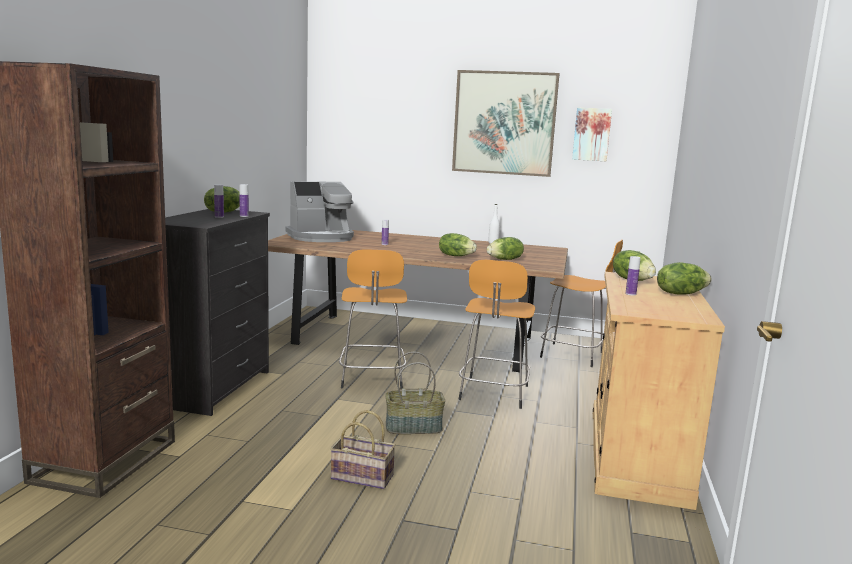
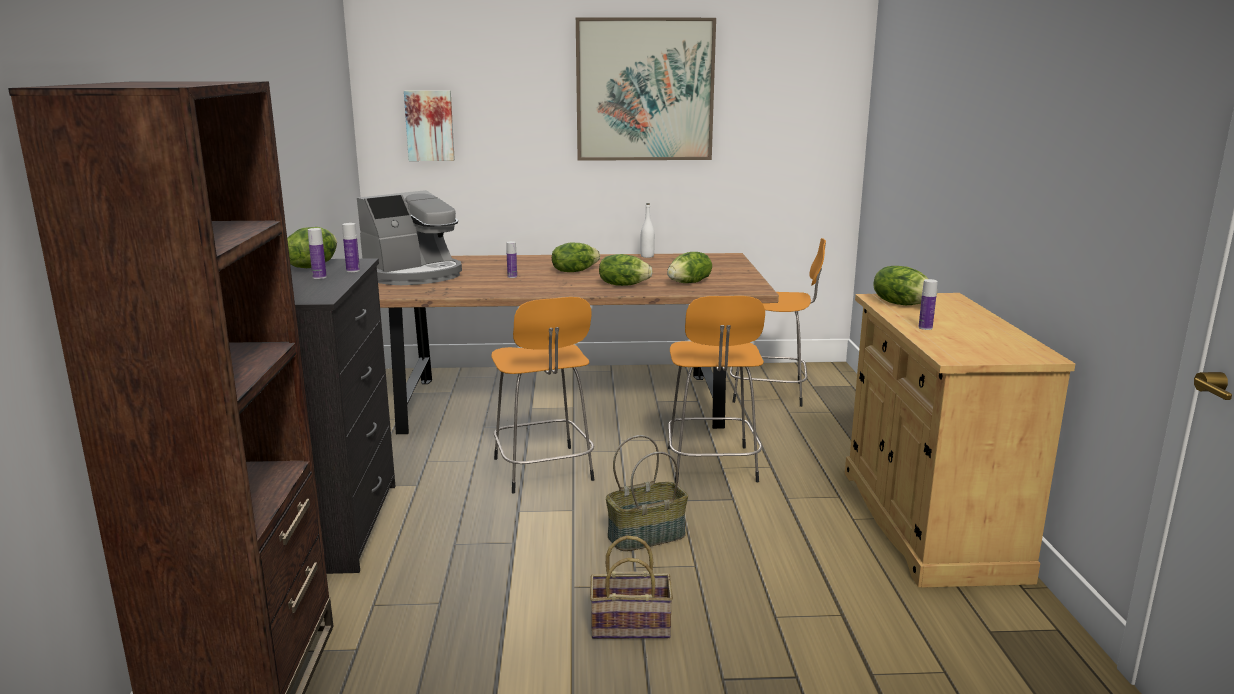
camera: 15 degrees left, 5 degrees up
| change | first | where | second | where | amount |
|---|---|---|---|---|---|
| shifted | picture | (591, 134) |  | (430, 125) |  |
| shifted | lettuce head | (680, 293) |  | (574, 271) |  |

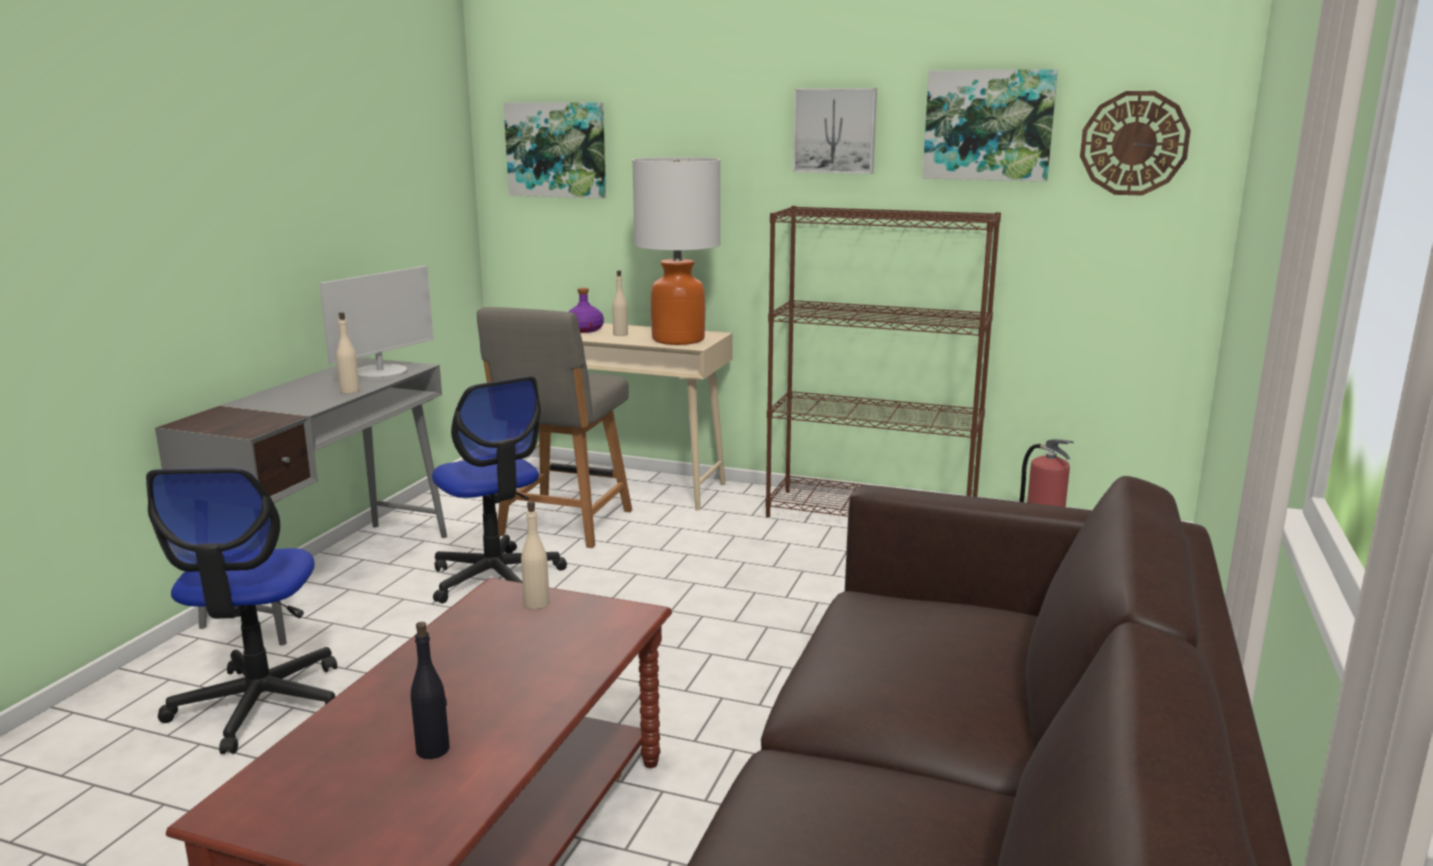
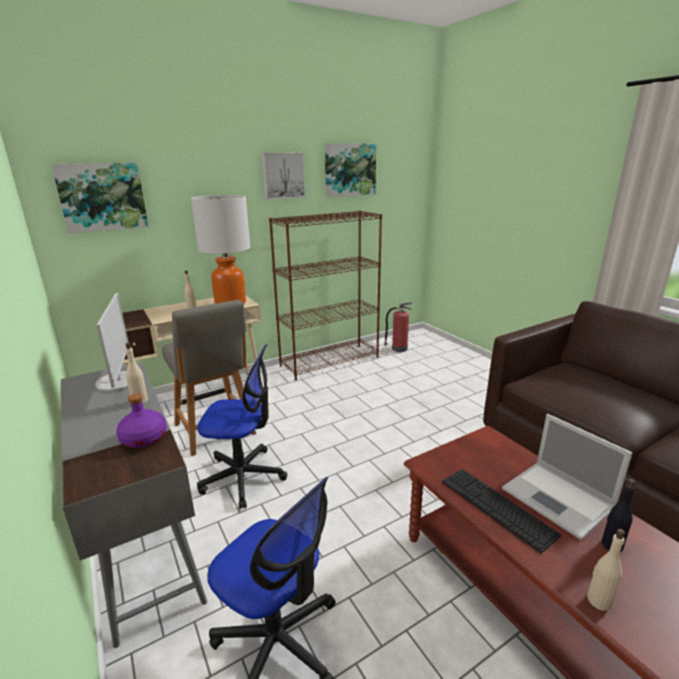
camera: 50 degrees left, 5 degrees up
| change | first | where | second | where | amount |
|---|---|---|---|---|---|
| gone | hanging clock | (1134, 143) |  |  |  |
| shifted | purplish beverage bottle | (584, 330) |  | (144, 438) |  |
| shifted | sand-coloured beverage bottle | (536, 603) |  | (598, 600) |  |
| new |  |  | notebook computer | (559, 499) |  |
| new |  |  | keyboard | (497, 507) |  |

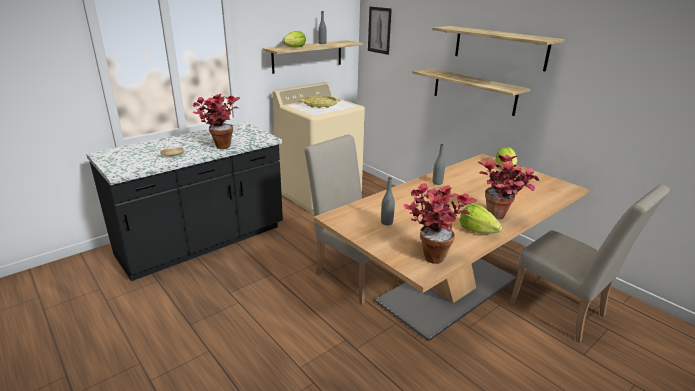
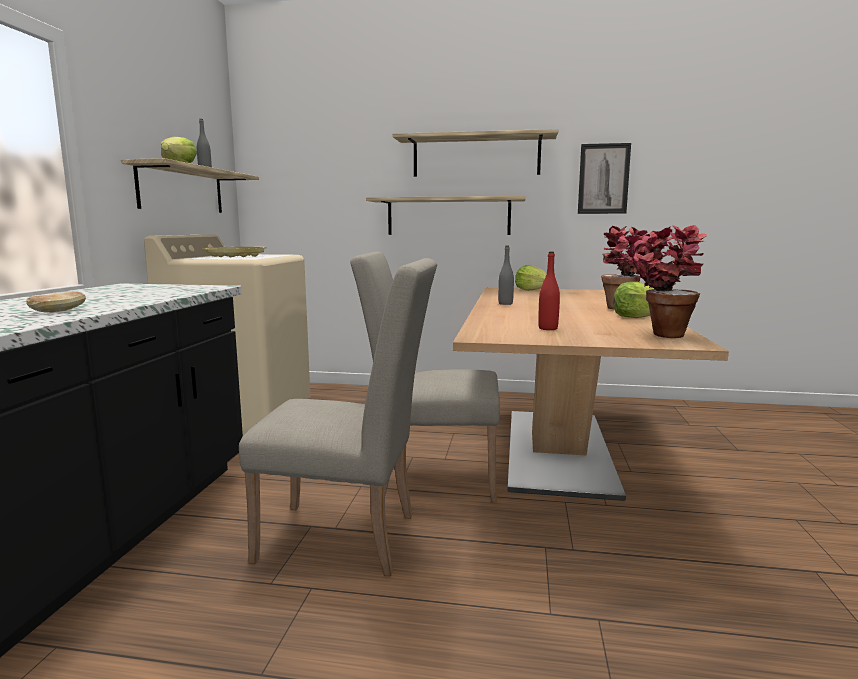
camera: 40 degrees left, 15 degrees down
| change | first | where | second | where | amount |
|---|---|---|---|---|---|
| shifted | picture | (379, 30) |  | (603, 179) |  |
| gone | plant in a pot | (219, 145) |  |  |  |
| repainted | gray beverage bottle | (386, 222) | red beverage bottle | (548, 328) |  |
| shifted | sand-coloured plain chair | (563, 313) |  | (350, 539) |  |

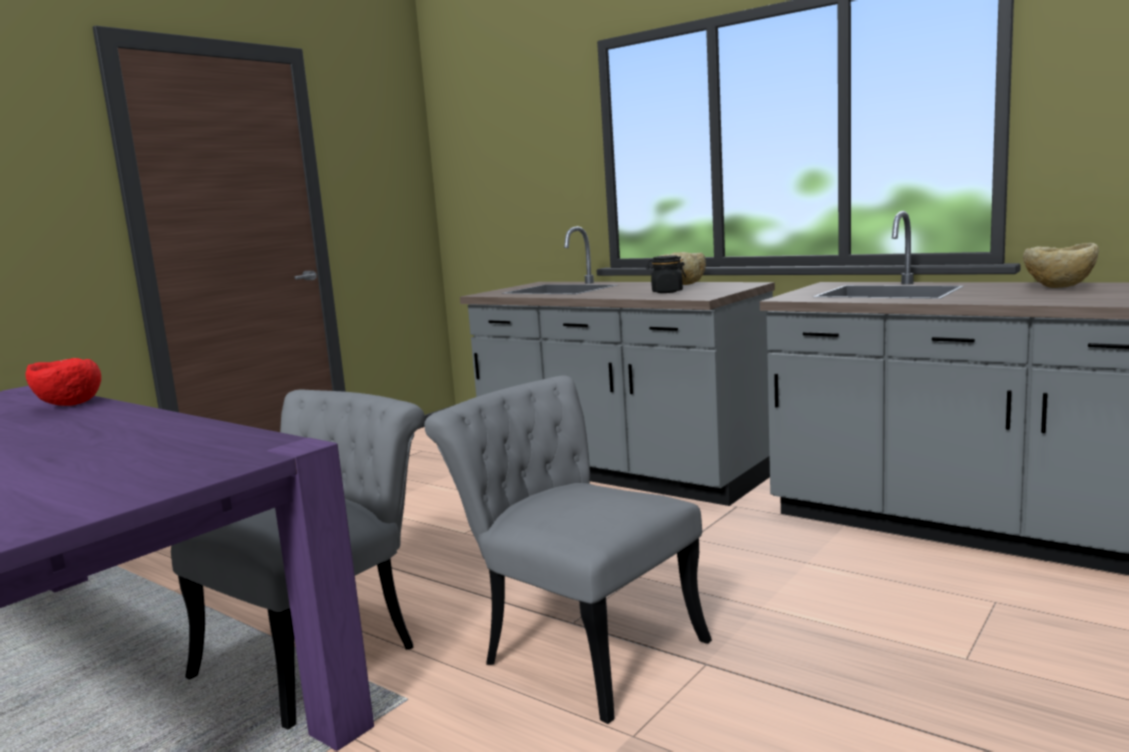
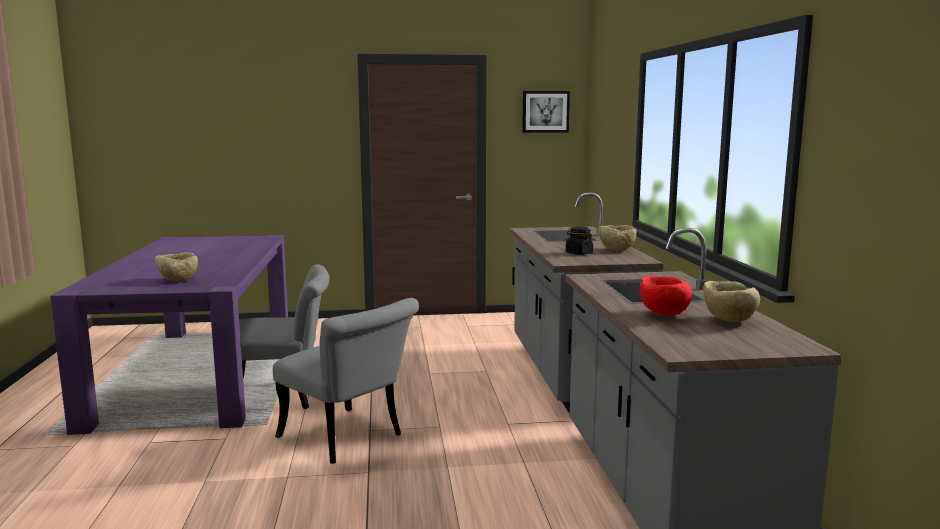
camera: 45 degrees right, 0 degrees up
| change | first | where | second | where | amount |
|---|---|---|---|---|---|
| shifted | red serving bowl | (68, 406) |  | (662, 314) |  |
| rotated | gray plain chair | (578, 647) |  | (348, 439) | 135 degrees clockwise |
| new |  |  | picture | (545, 111) |  |
| new |  |  | sand-coloured serving bowl | (178, 280) |  |

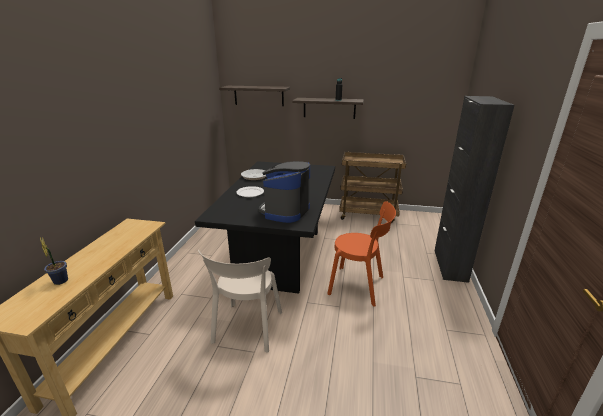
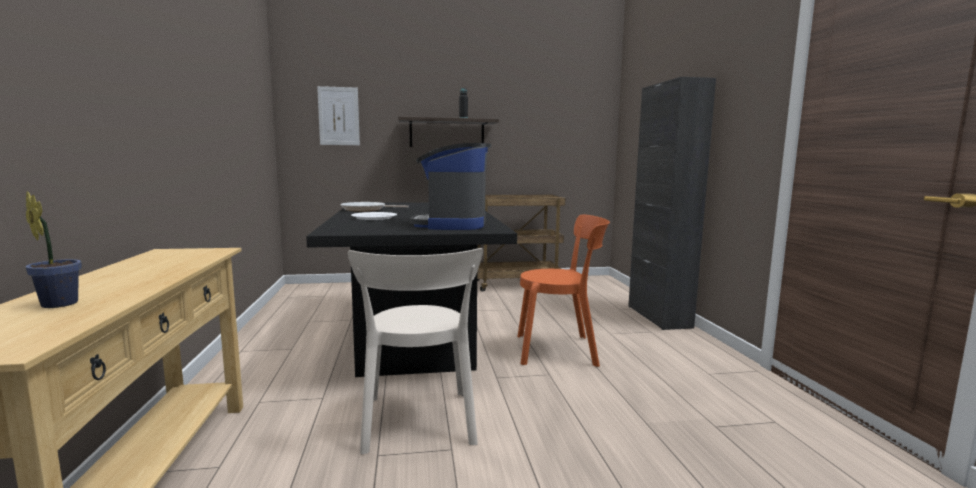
camera: 20 degrees left, 15 degrees down
| change | first | where | second | where | amount |
|---|---|---|---|---|---|
| swapped | shelf | (258, 95) | picture | (338, 116) |  |

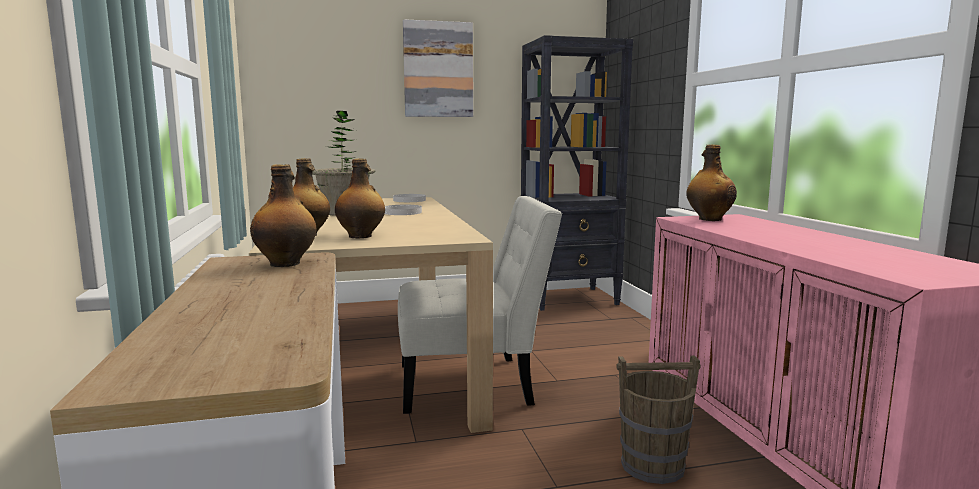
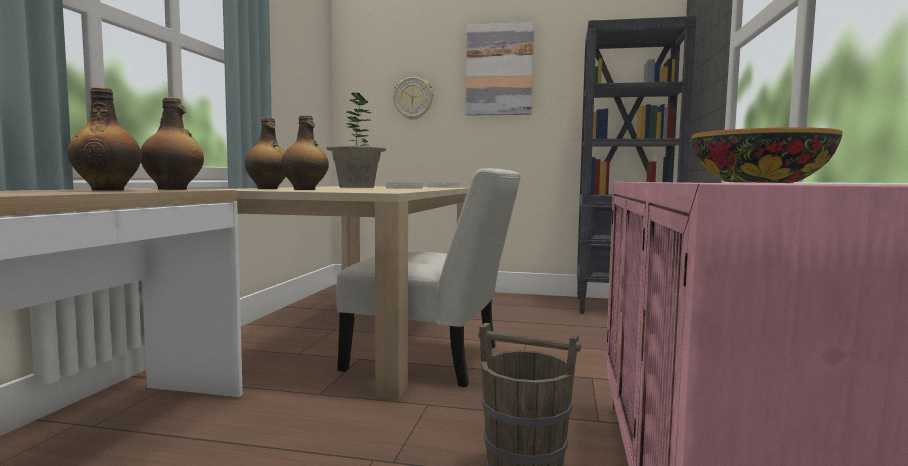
camera: 25 degrees right, 5 degrees down
| change | first | where | second | where | amount |
|---|---|---|---|---|---|
| shifted | beverage bottle | (709, 219) |  | (108, 190) |  |
| new |  |  | hanging clock | (413, 98) |  |
| new |  |  | serving bowl | (761, 182) |  |

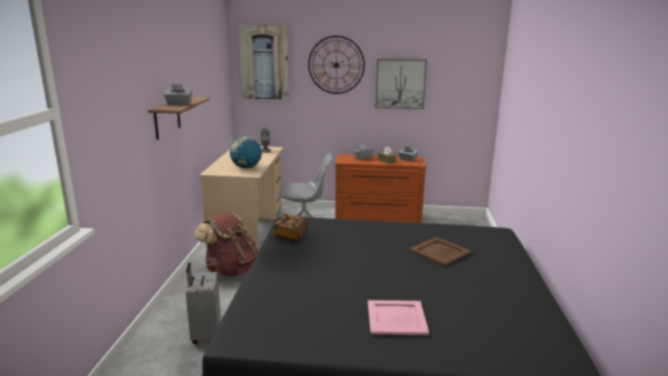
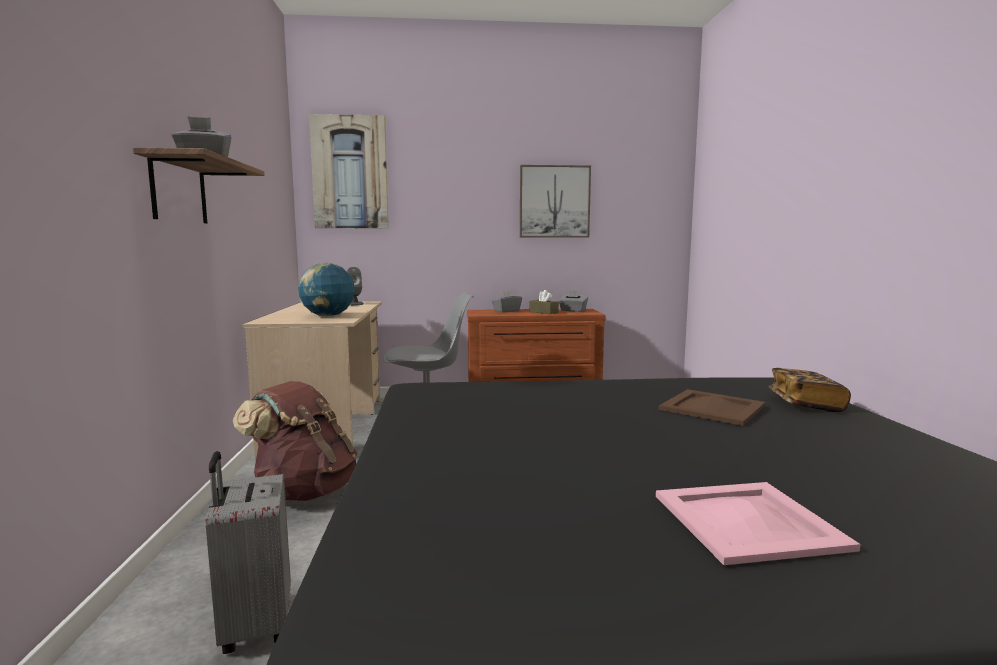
camera: 10 degrees left, 10 degrees down
| change | first | where | second | where | amount |
|---|---|---|---|---|---|
| gone | hanging clock | (336, 65) |  |  |  |
| shifted | book | (291, 235) |  | (805, 404) |  |

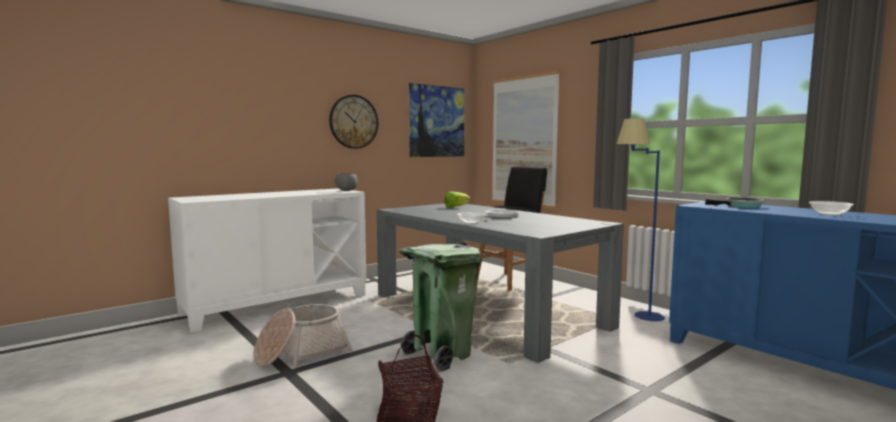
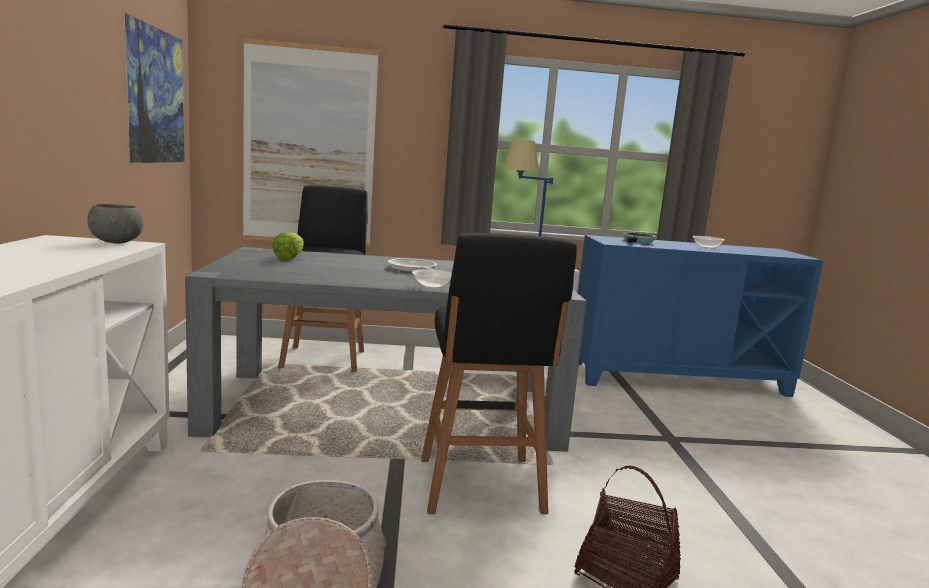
camera: 55 degrees left, 5 degrees up
| change | first | where | second | where | amount |
|---|---|---|---|---|---|
| gone | hanging clock | (353, 122) |  |  |  |
| swapped | greenish rubbish bin | (441, 355) | black-coloured stool | (481, 488) |  |

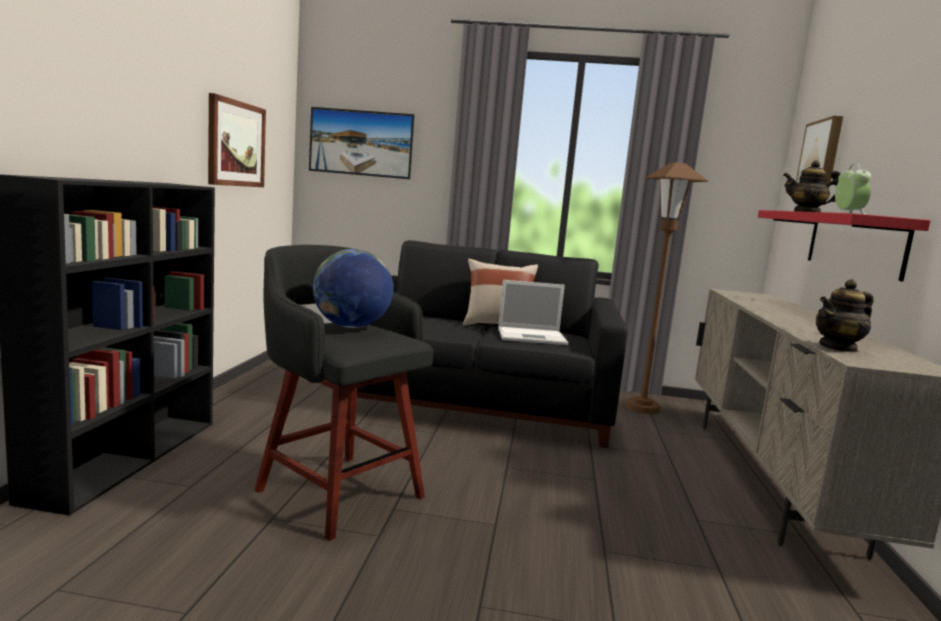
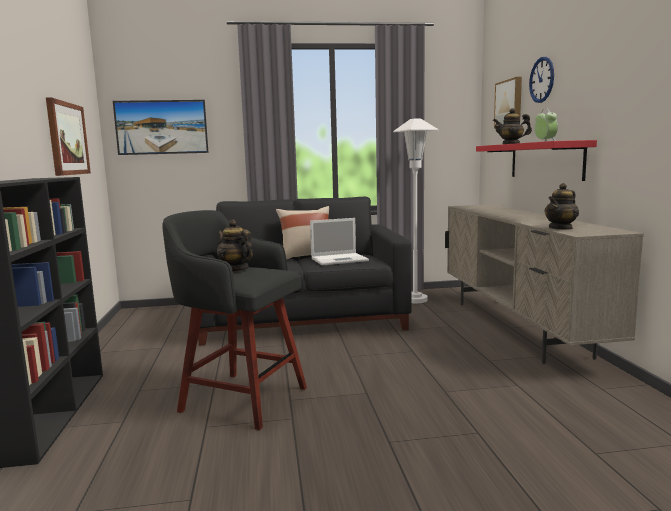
camera: 15 degrees left, 0 degrees up
| change | first | where | second | where | amount |
|---|---|---|---|---|---|
| repainted | brown floor lamp | (642, 408) | white floor lamp | (415, 300) |  |
| swapped | globe | (351, 327) | teapot | (235, 269) |  |
| new |  |  | hanging clock | (542, 80) |  |

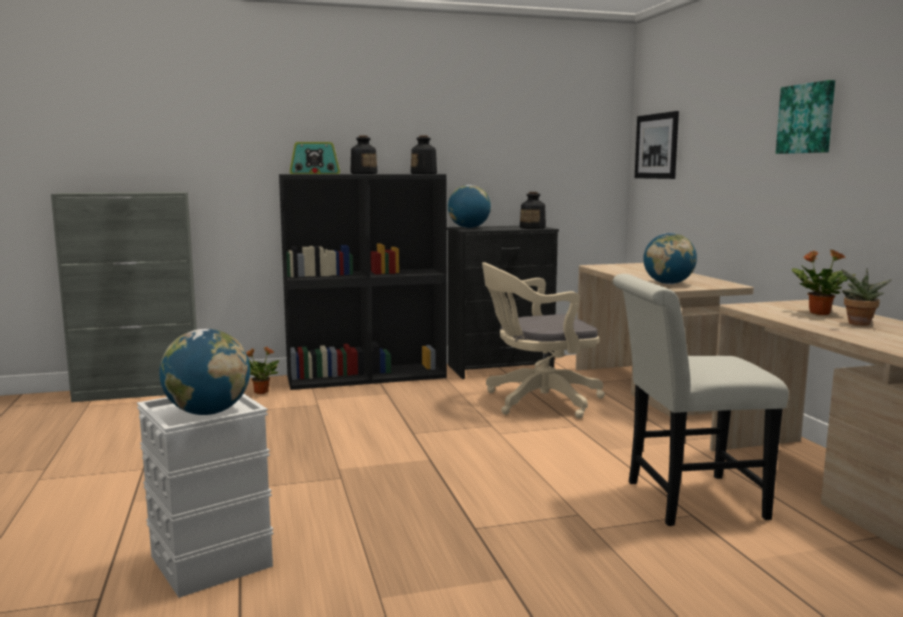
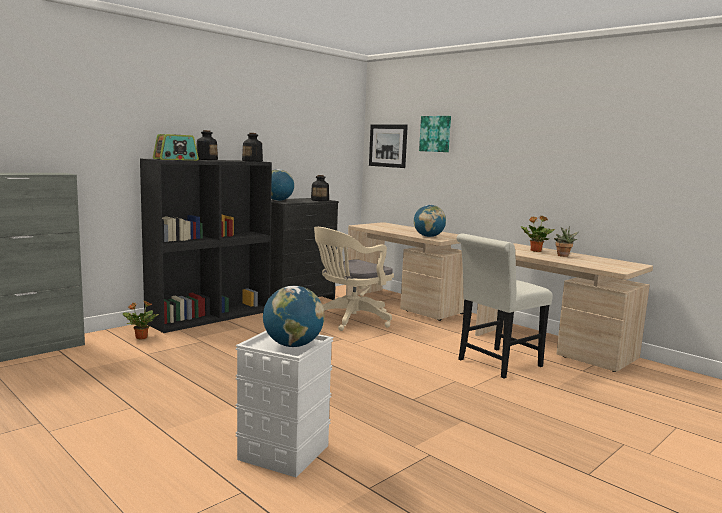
camera: 30 degrees left, 0 degrees up
| change | first | where | second | where | amount |
|---|---|---|---|---|---|
| shifted | picture | (807, 118) |  | (435, 134) |  |

